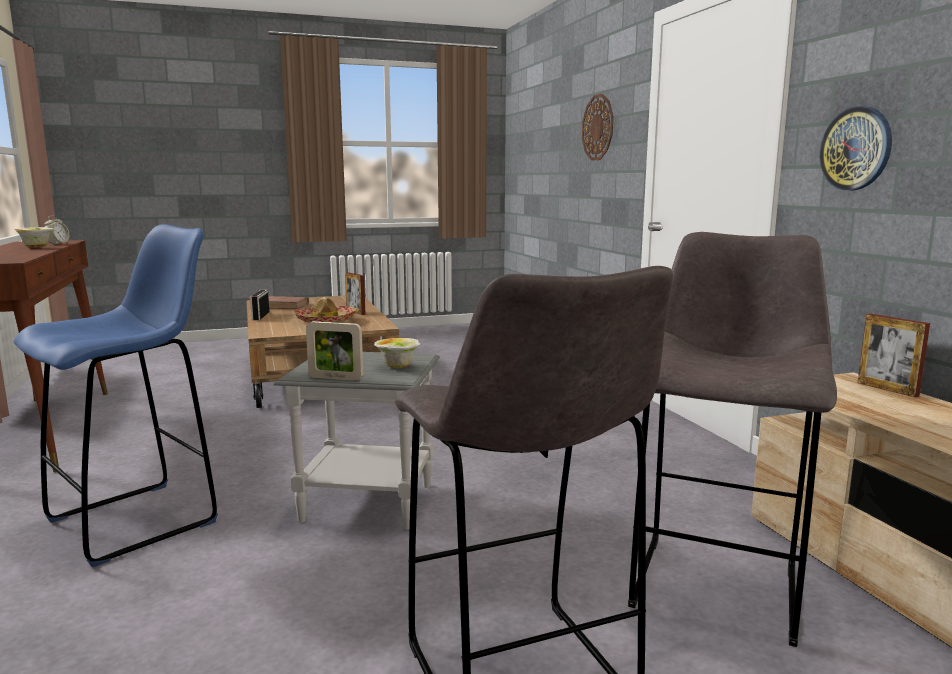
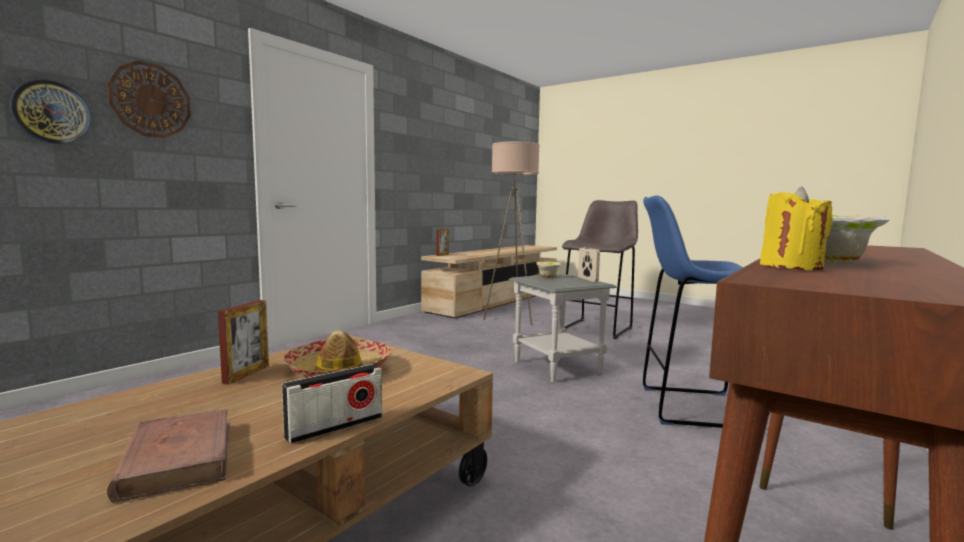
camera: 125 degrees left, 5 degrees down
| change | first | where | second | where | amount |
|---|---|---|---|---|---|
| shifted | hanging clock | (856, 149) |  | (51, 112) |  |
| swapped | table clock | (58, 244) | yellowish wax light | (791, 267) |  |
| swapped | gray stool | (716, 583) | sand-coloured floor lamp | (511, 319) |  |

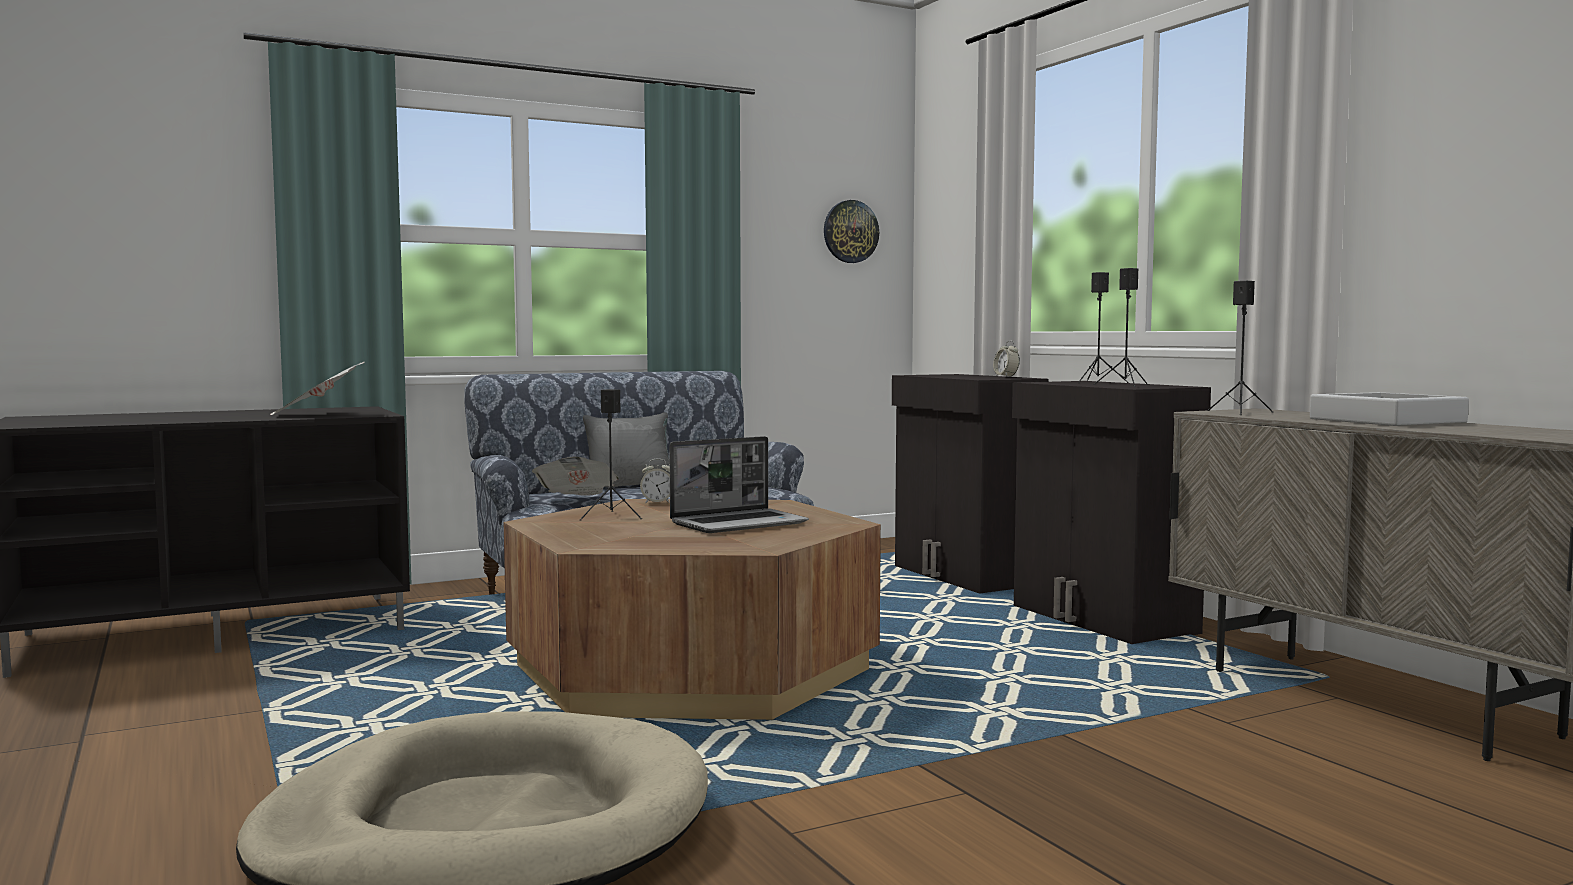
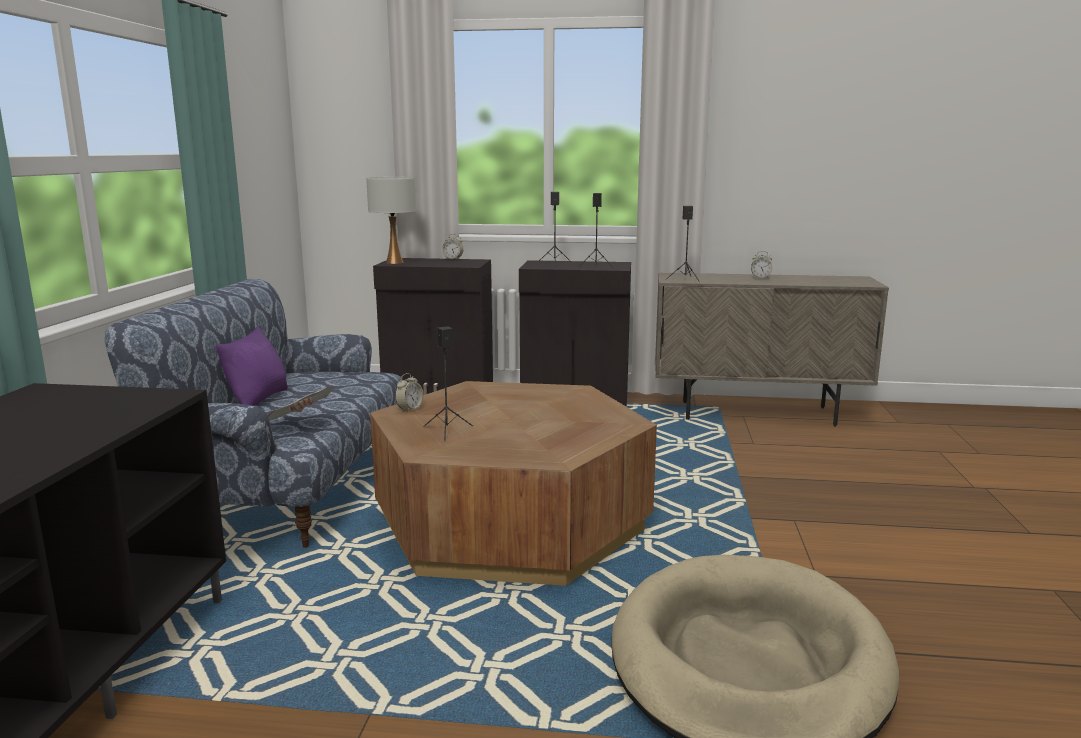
camera: 55 degrees left, 10 degrees up
| change | first | where | second | where | amount |
|---|---|---|---|---|---|
| gone | hanging clock | (850, 231) |  |  |  |
| gone | daily paper | (315, 414) |  |  |  |
| swapped | gray carrying tray | (1386, 421) | table clock | (760, 278) |  |
| repainted | gray cushion | (631, 486) | purplish cushion | (257, 399) |  |
| gone | notebook computer | (740, 523) |  |  |  |
| new |  |  | white lamp for a table | (394, 262) |  |

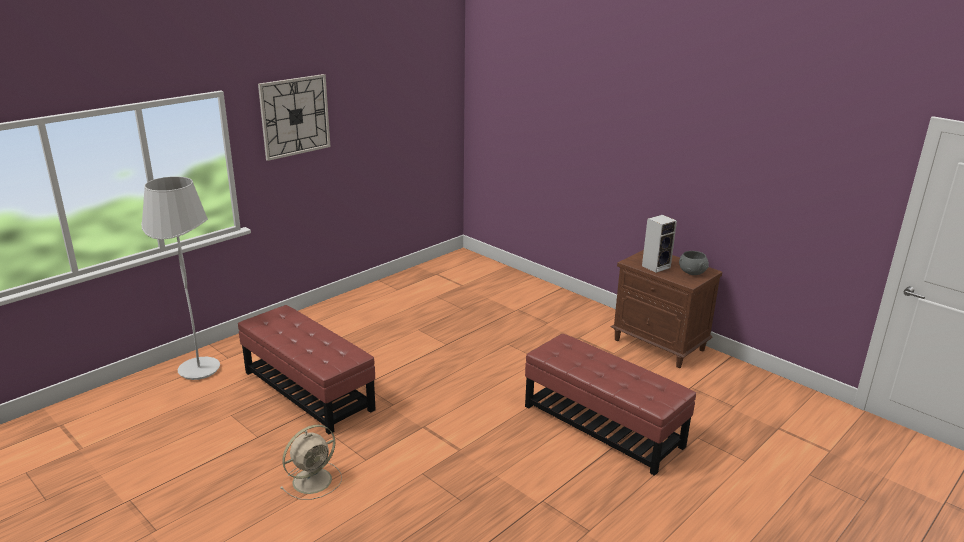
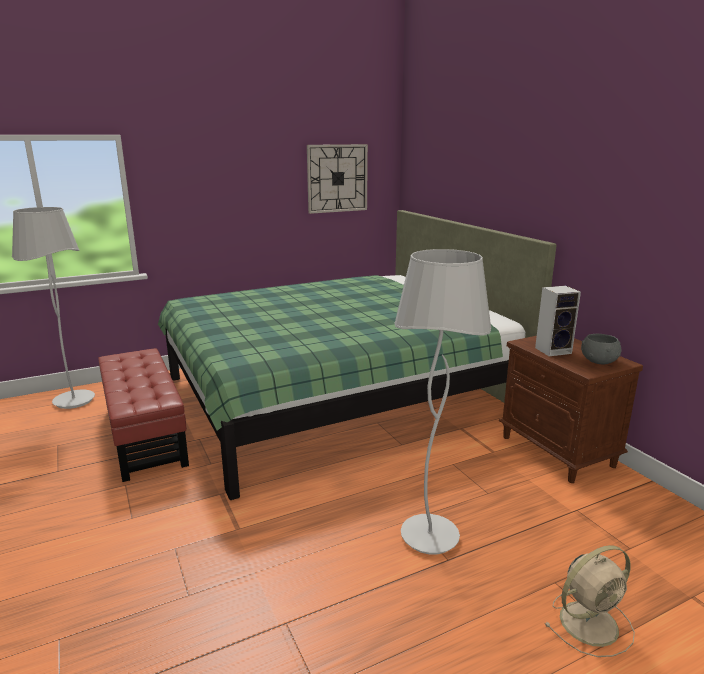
camera: 20 degrees right, 5 degrees down
| change | first | where | second | where | amount |
|---|---|---|---|---|---|
| shifted | hanging clock | (295, 116) |  | (337, 178) |  |
| swapped | red ottoman | (603, 425) | white floor lamp | (429, 536) |  |
| shifted | sand-coloured fan | (313, 480) |  | (590, 622) |  |
| new |  |  | greenish sleeping bed | (336, 394) |  |

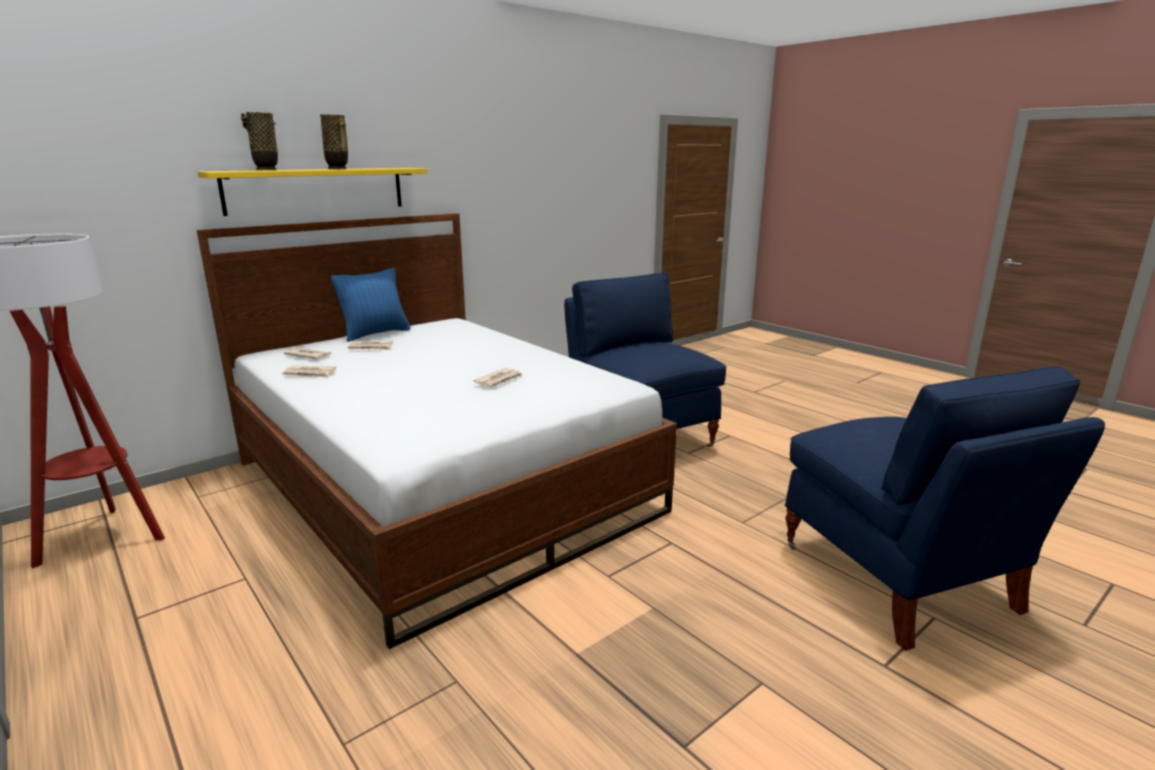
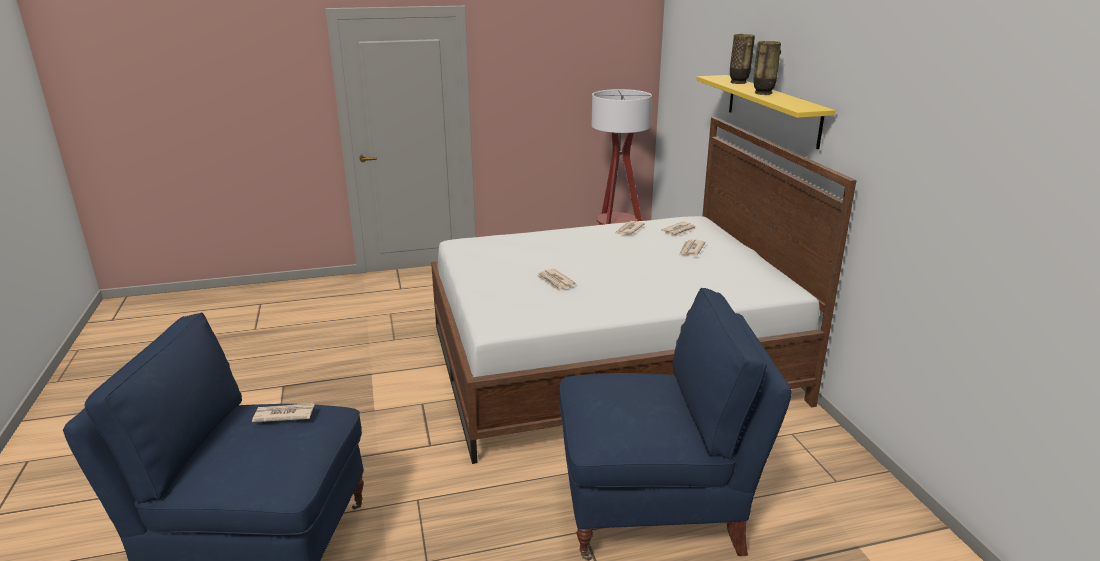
camera: 115 degrees right, 5 degrees up
| change | first | where | second | where | amount |
|---|---|---|---|---|---|
| gone | blue cushion | (375, 334) |  |  |  |
| new |  |  | daily paper | (283, 414) |  |

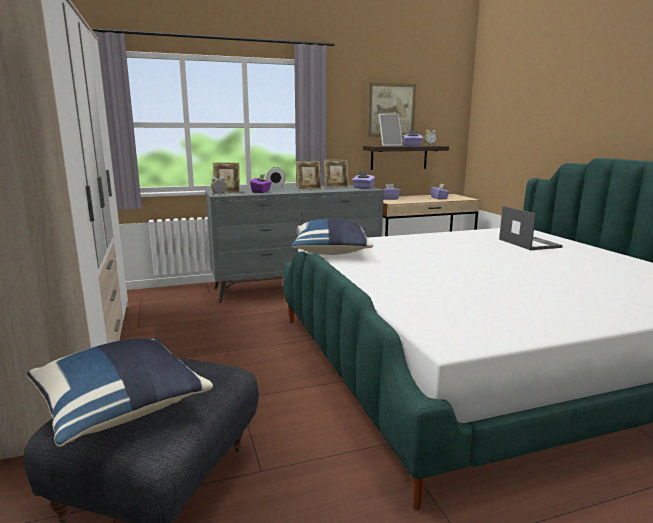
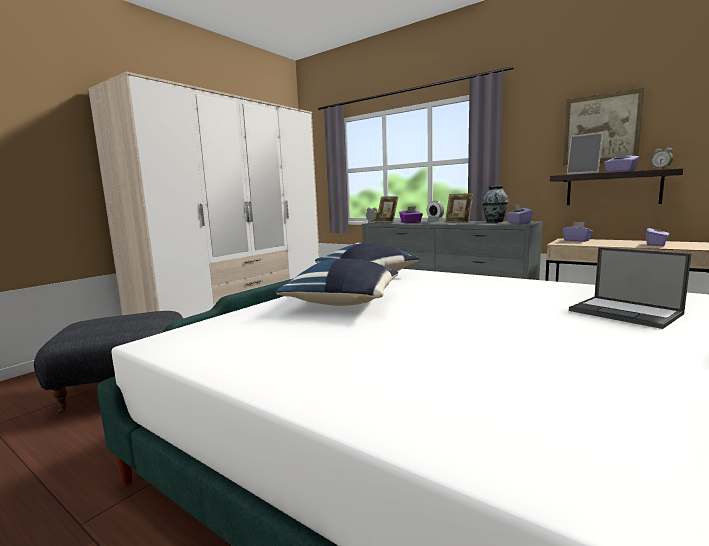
camera: 55 degrees right, 5 degrees down
| change | first | where | second | where | amount |
|---|---|---|---|---|---|
| swapped | picture frame | (336, 187) | vase | (494, 222) |  |
| rotated | notebook computer | (528, 243) |  | (626, 312) | 105 degrees clockwise |
| shifted | blue cushion | (122, 408) |  | (344, 303) |  |

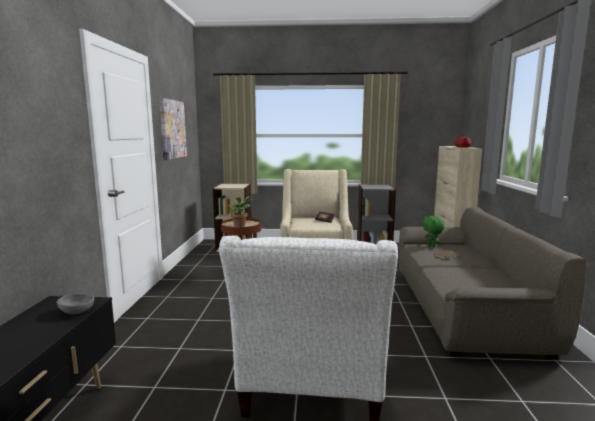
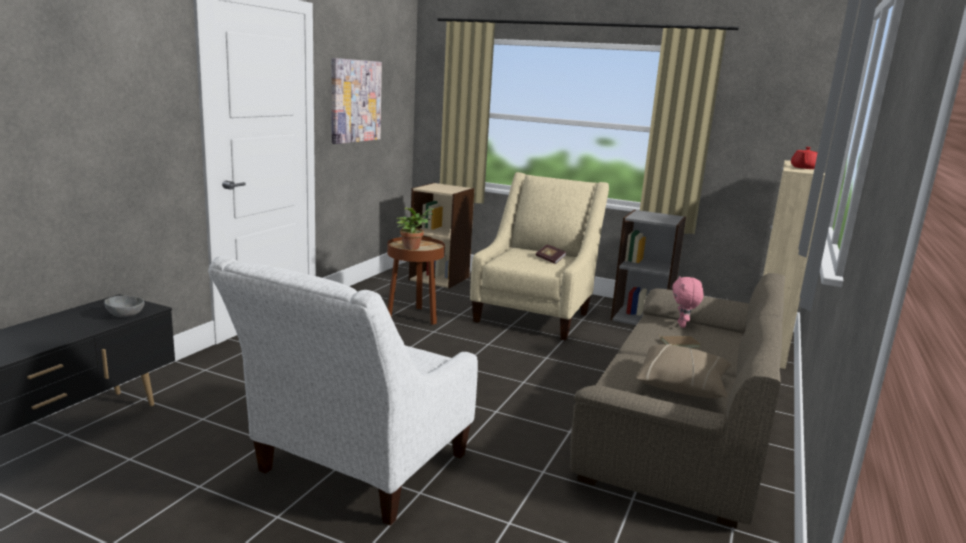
camera: 20 degrees right, 5 degrees up
| change | first | where | second | where | amount |
|---|---|---|---|---|---|
| repainted | greenish soft toy | (431, 246) | pink soft toy | (682, 325) |  |
| new |  |  | sand-coloured cushion | (682, 385) |  |

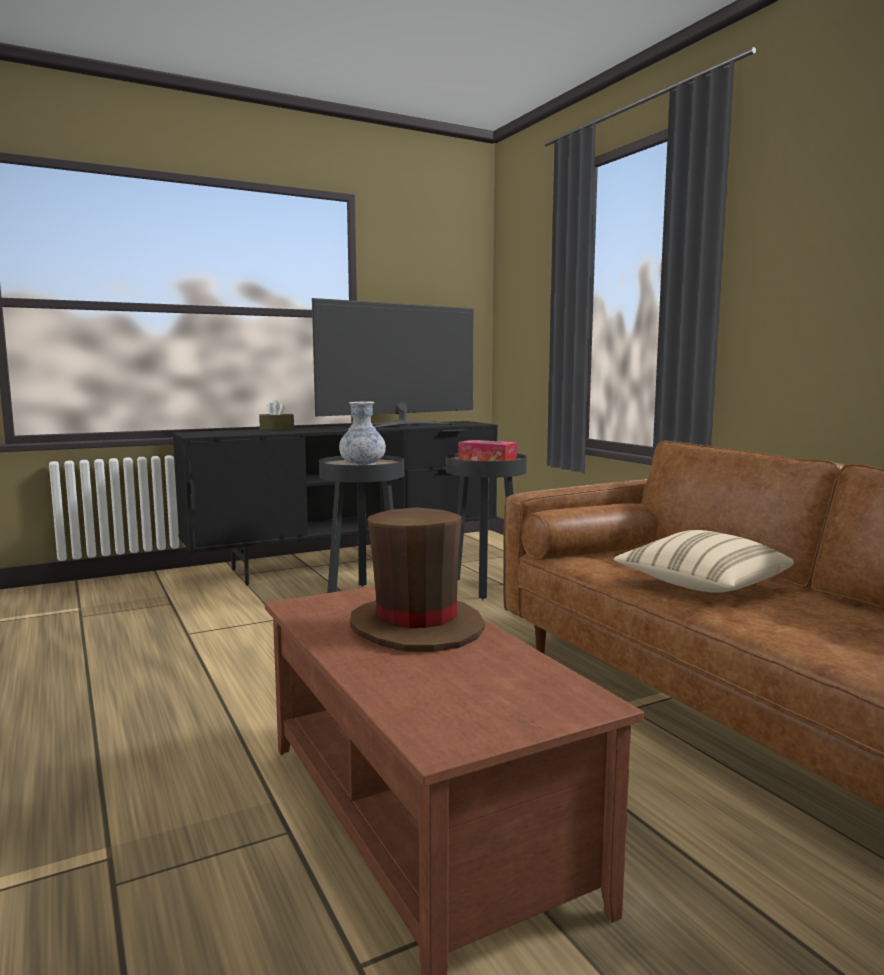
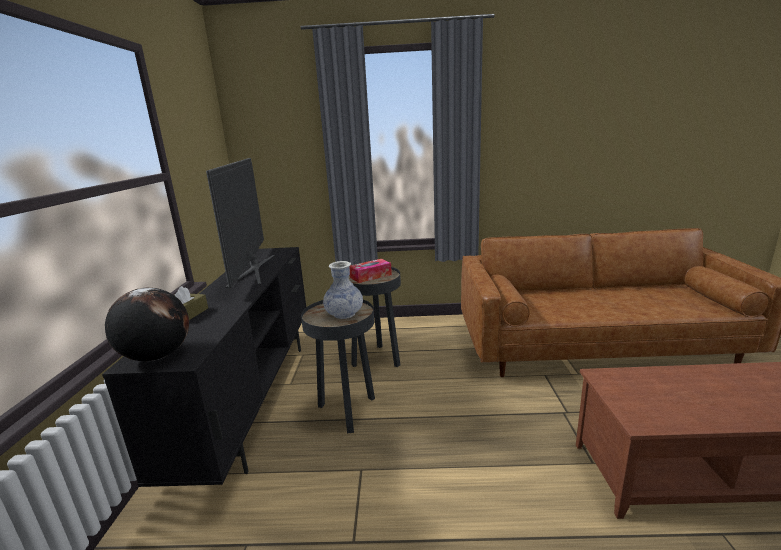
camera: 60 degrees left, 10 degrees up
| change | first | where | second | where | amount |
|---|---|---|---|---|---|
| gone | brown hat | (417, 627) |  |  |  |
| gone | sand-coloured cushion | (701, 586) |  |  |  |
| new |  |  | globe | (156, 356) |  |

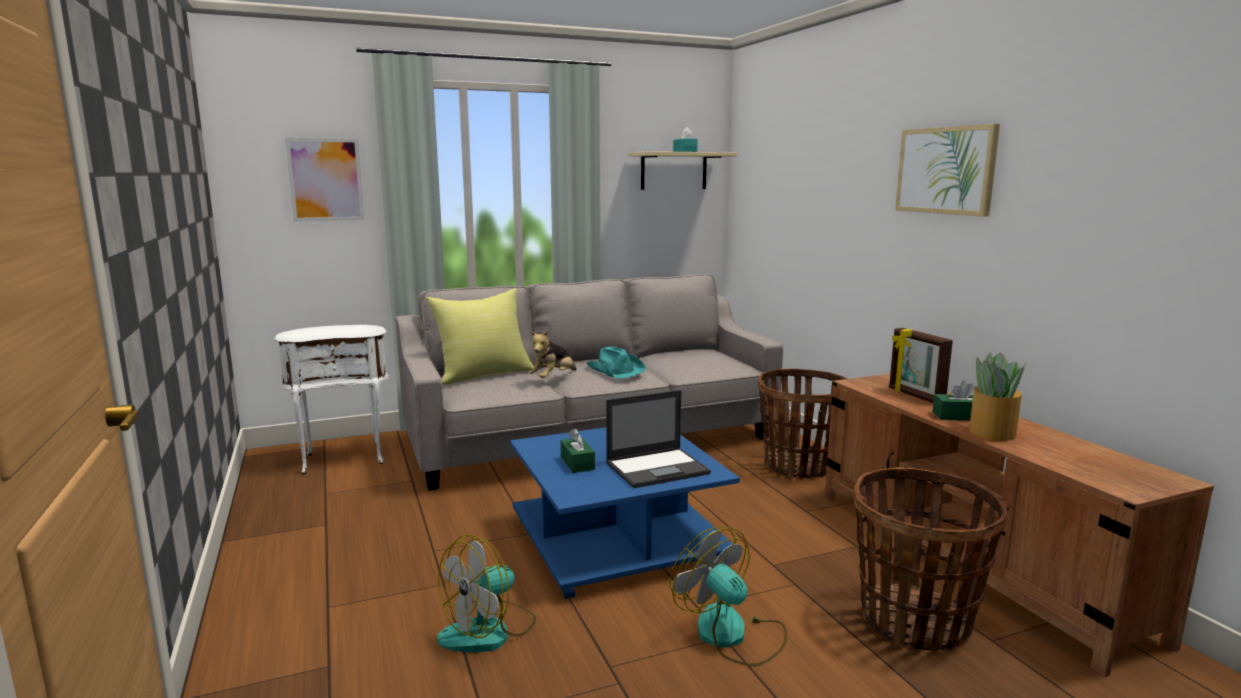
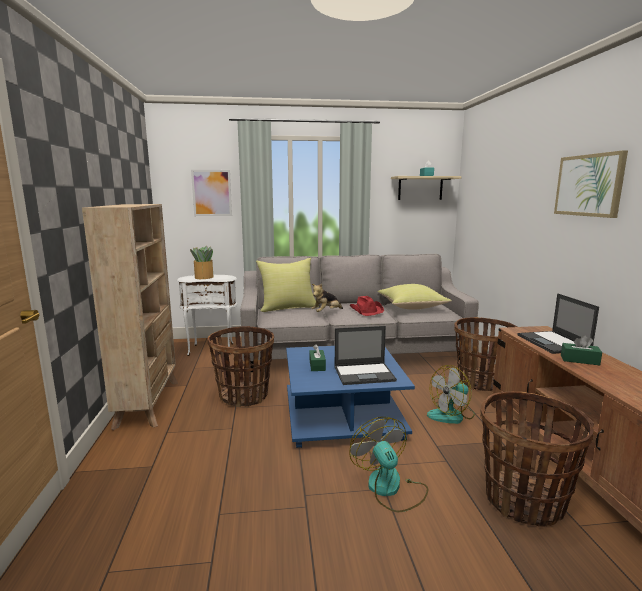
camera: 15 degrees right, 0 degrees up
| change | first | where | second | where | amount |
|---|---|---|---|---|---|
| swapped | picture frame | (915, 396) | notebook computer | (554, 343) |  |
| repainted | blue-green hat | (615, 370) | red hat | (366, 310) |  |
| shifted | plant in a pot | (991, 433) |  | (203, 277) |  |
| shifted | fan | (488, 631) |  | (451, 415) |  |
| new |  |  | sand-coloured shelving unit | (148, 403) |  |
| new |  |  | yellowish cushion | (412, 307) |  |
| new |  |  | household basket | (244, 396) |  |

